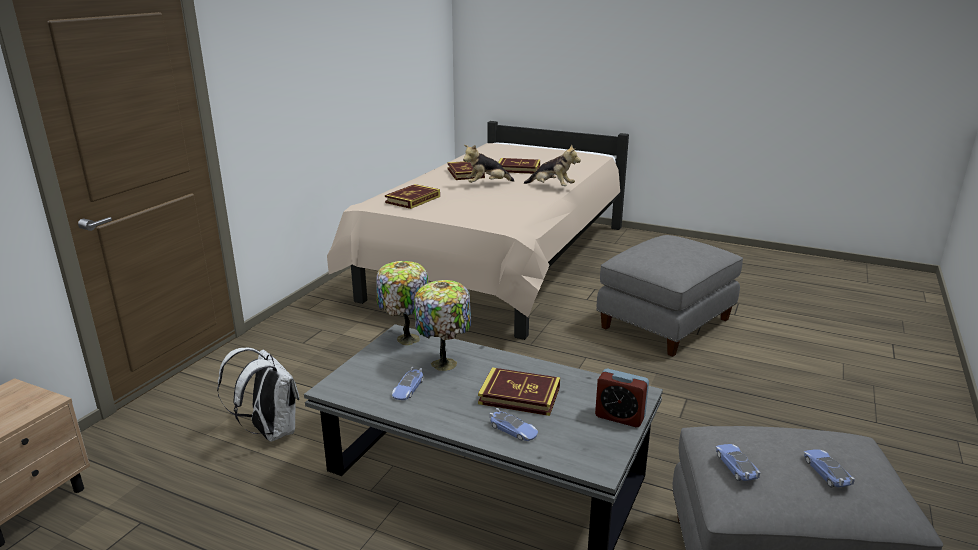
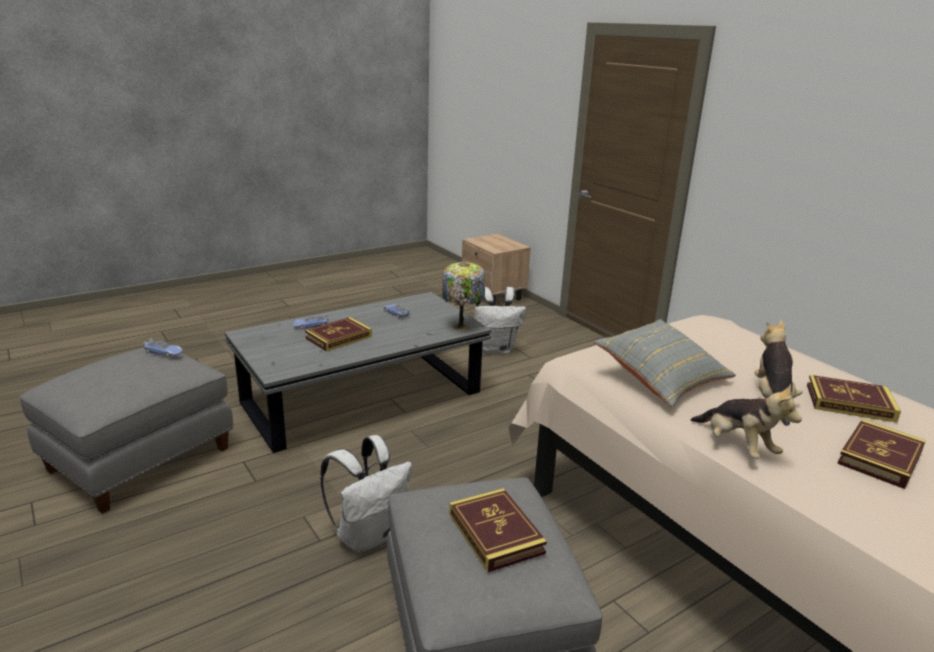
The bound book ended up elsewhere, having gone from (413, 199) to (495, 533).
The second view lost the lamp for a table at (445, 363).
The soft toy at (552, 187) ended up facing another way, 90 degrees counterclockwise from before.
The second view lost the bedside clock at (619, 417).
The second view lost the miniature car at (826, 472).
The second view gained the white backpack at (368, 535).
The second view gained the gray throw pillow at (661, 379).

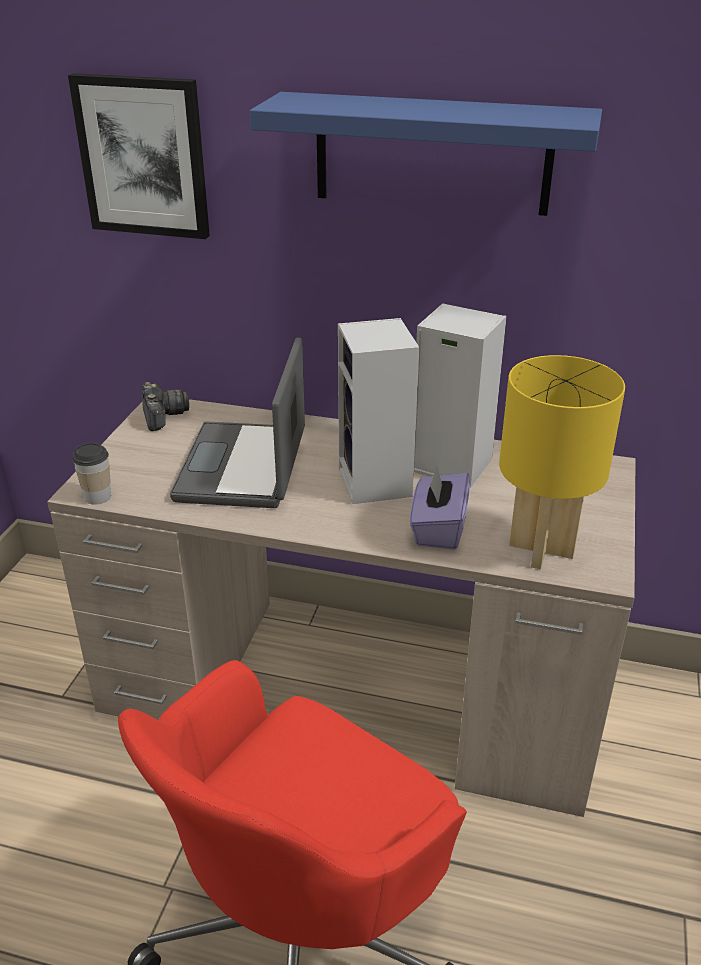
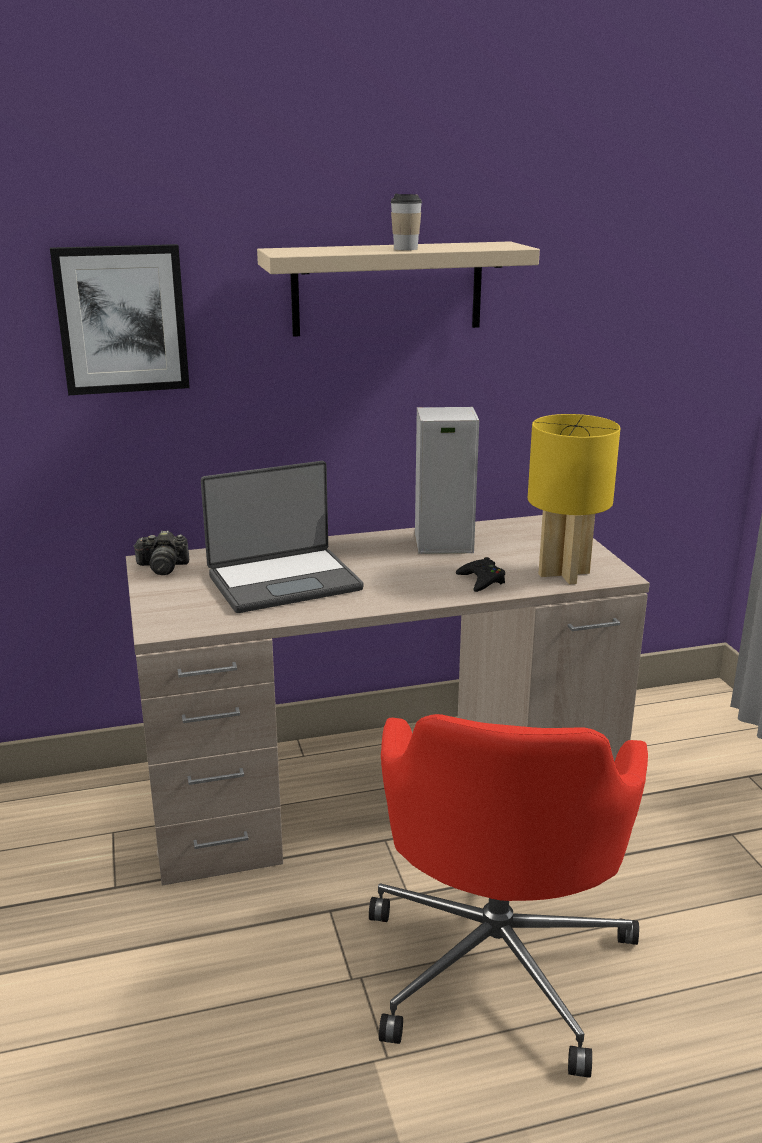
The cup ended up elsewhere, having gone from (98, 496) to (405, 248).
The still camera at (163, 416) ended up facing another way, 135 degrees clockwise from before.
The laptop at (245, 467) ended up facing another way, 90 degrees counterclockwise from before.
What was the blue bracket shelf at (432, 154) turned into the beige bracket shelf at (387, 288).
The second view lost the audio speaker at (377, 483).
Where the purple tissue holder stood at (438, 529), the blackish joypad came to stand at (481, 580).

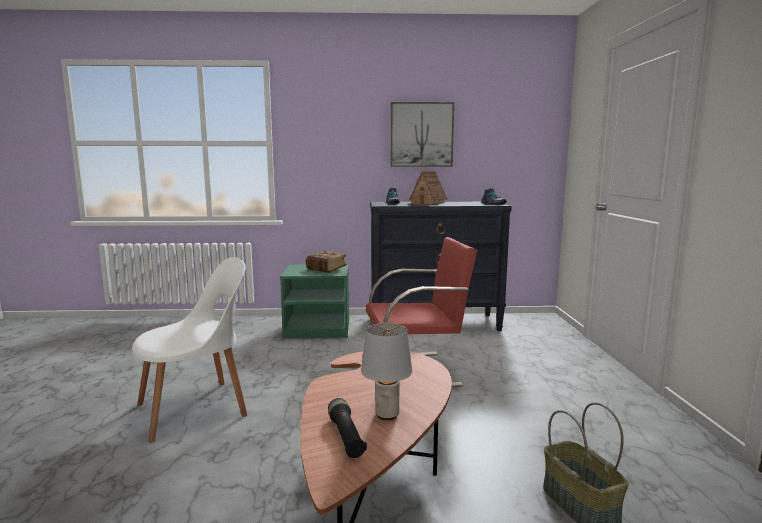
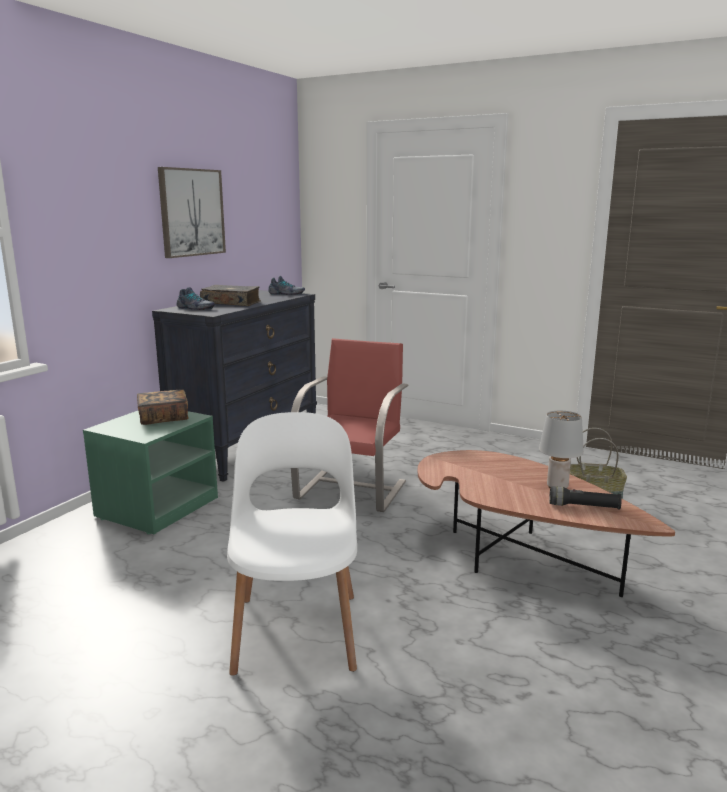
Where the toy house stood at (427, 203), the bound book came to stand at (231, 303).

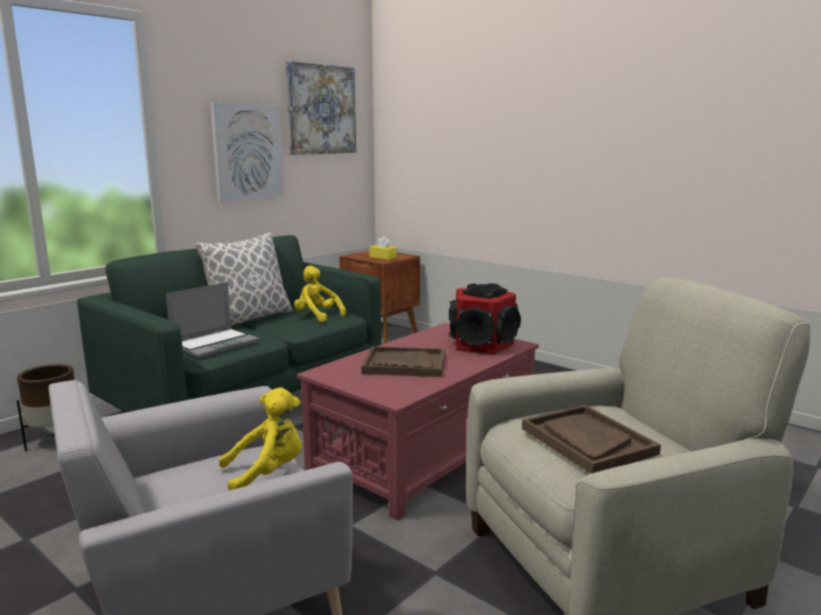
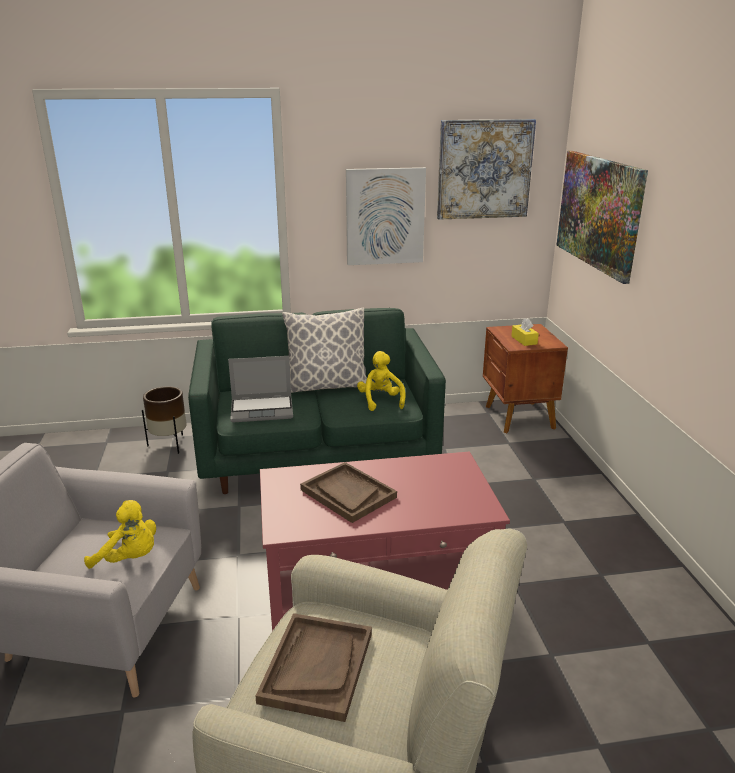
The second view lost the audio speaker at (481, 344).
The second view gained the wall art at (599, 212).

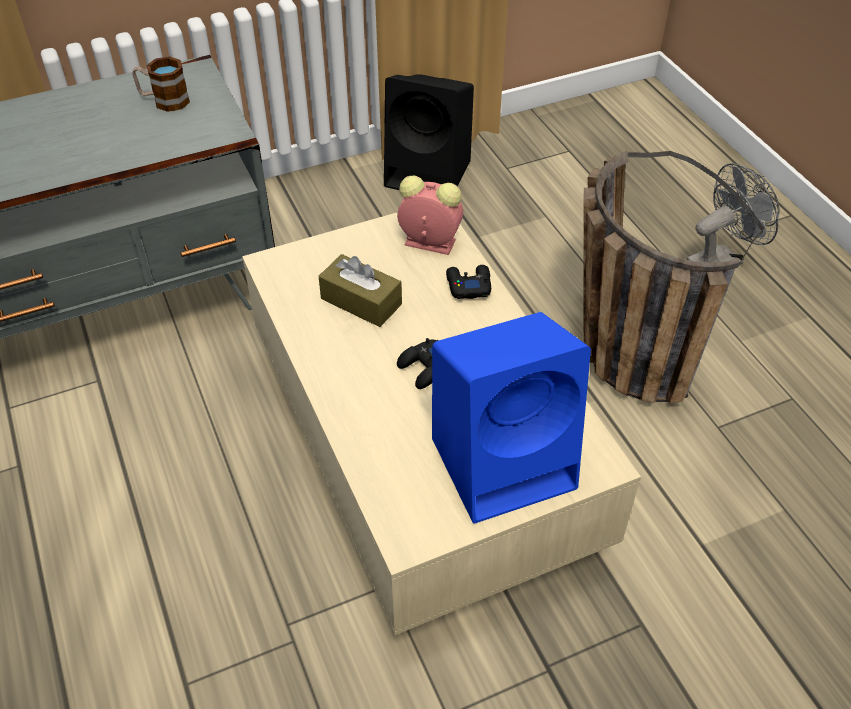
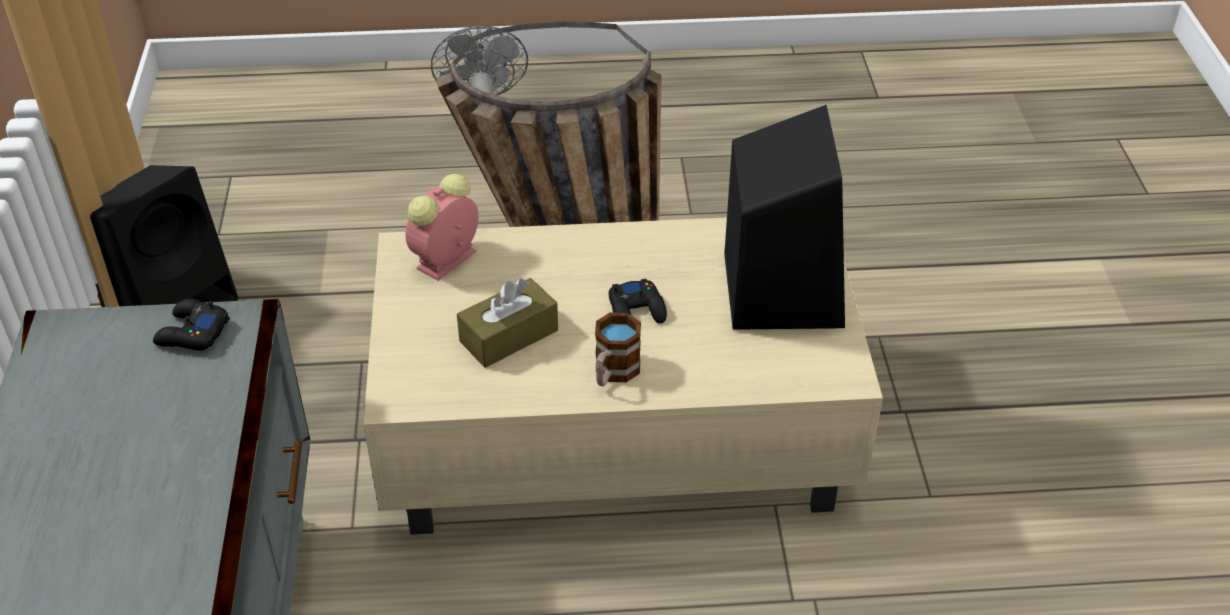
The coffee mug ended up elsewhere, having gone from (164, 101) to (613, 373).
What was the blue audio speaker at (506, 461) turned into the blackish audio speaker at (780, 287).
The blackish joypad ended up elsewhere, having gone from (468, 285) to (192, 333).

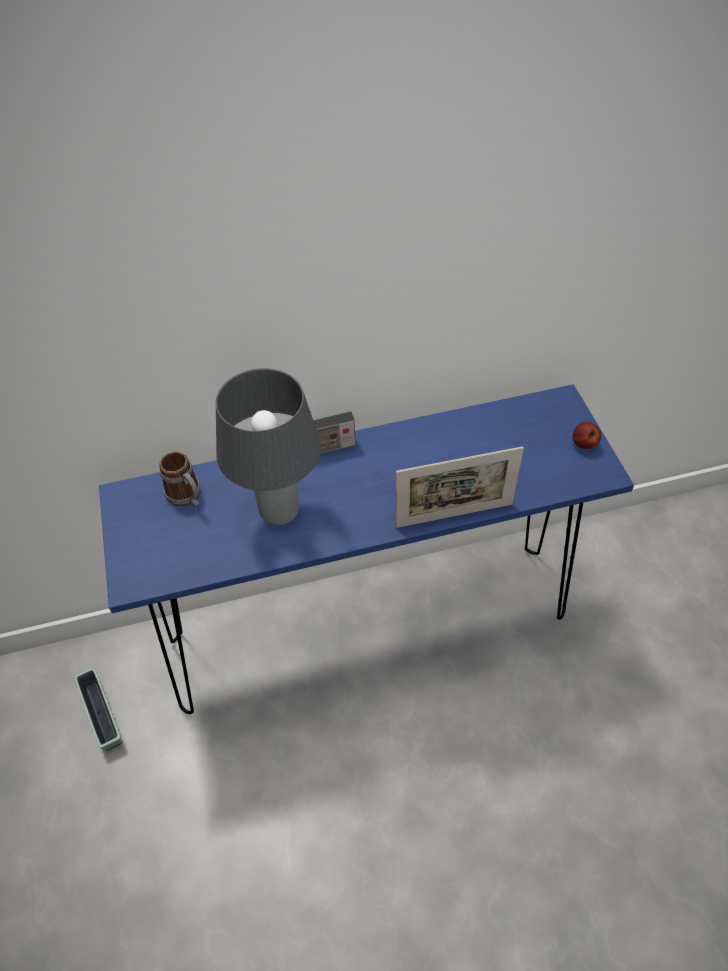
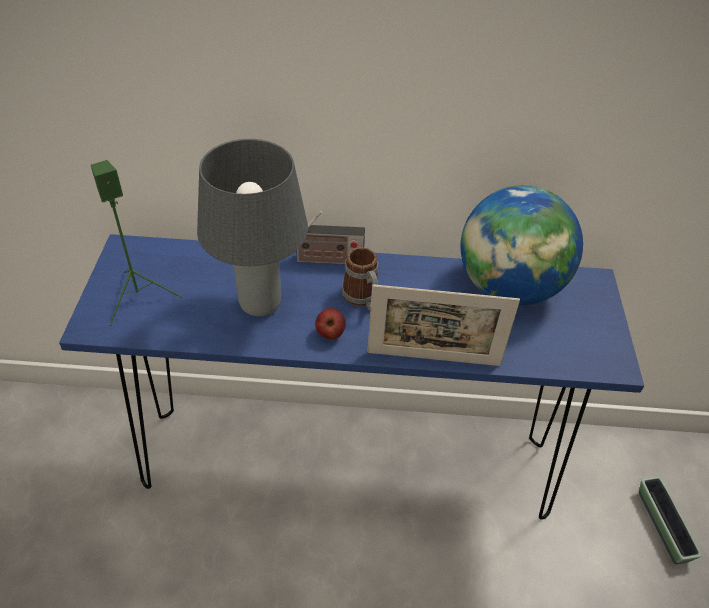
The flower pot ended up elsewhere, having gone from (102, 715) to (662, 526).
The coffee mug ended up elsewhere, having gone from (187, 497) to (363, 299).
The whole apple ended up elsewhere, having gone from (584, 444) to (330, 333).
The second view gained the greenish audio speaker at (140, 297).
The second view gained the desk globe at (509, 288).

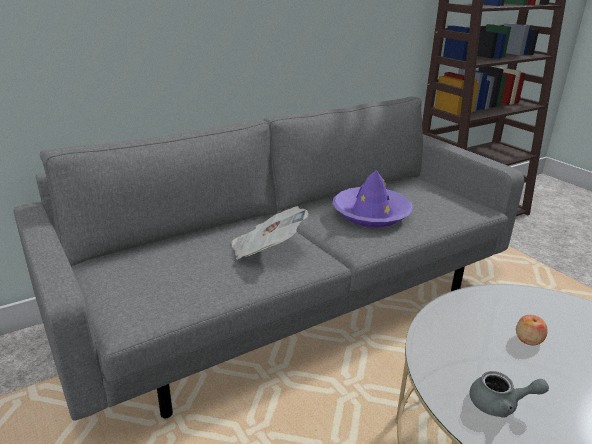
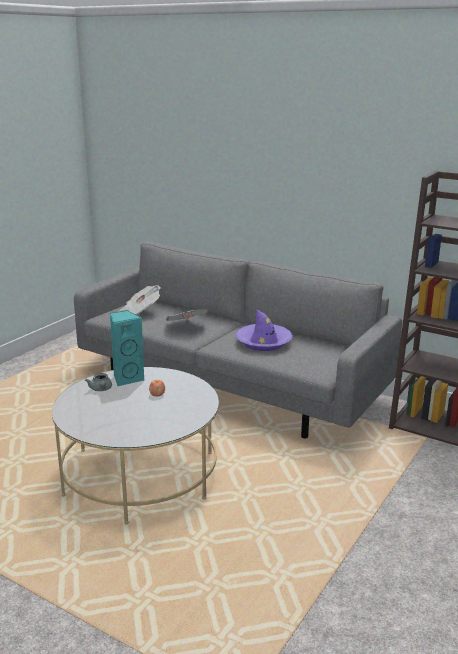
The second view gained the turquoise-coloured audio speaker at (127, 378).
The second view gained the printed paper at (139, 312).

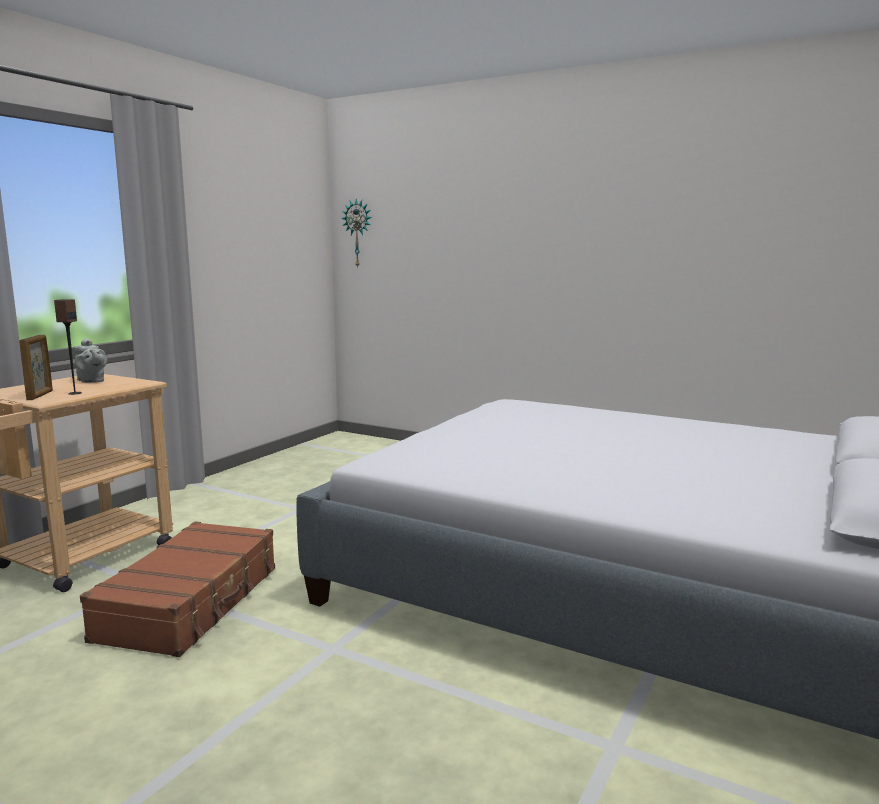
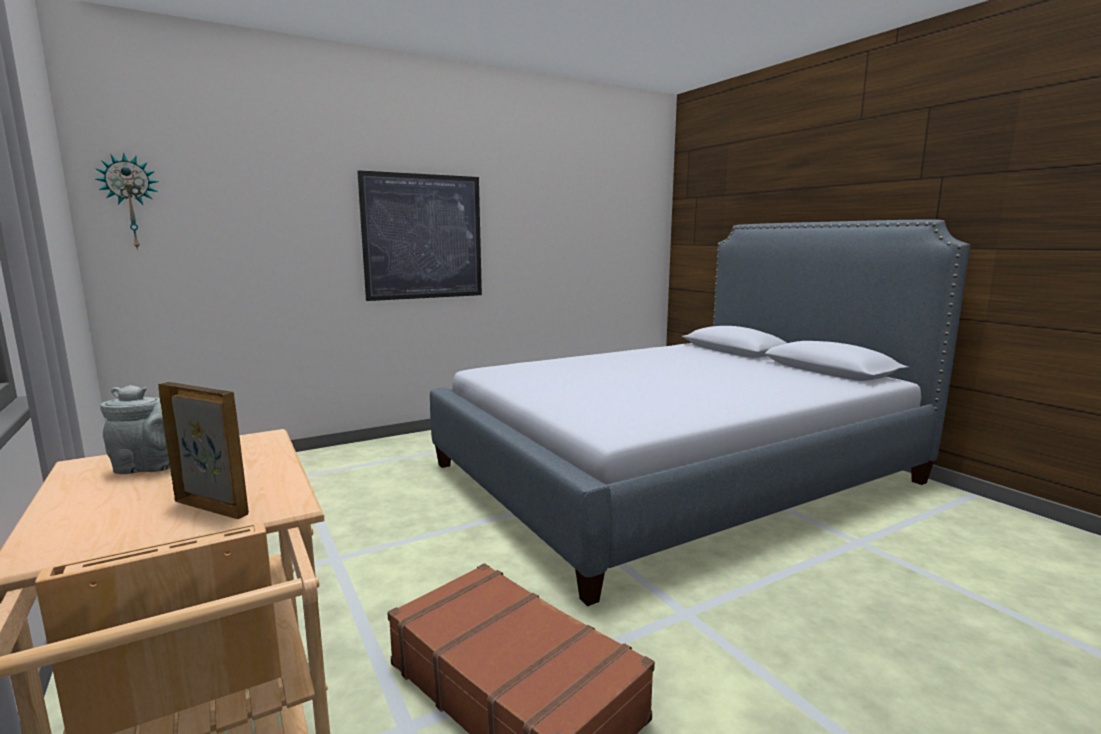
The second view lost the audio speaker at (74, 393).
The second view gained the wall art at (423, 237).

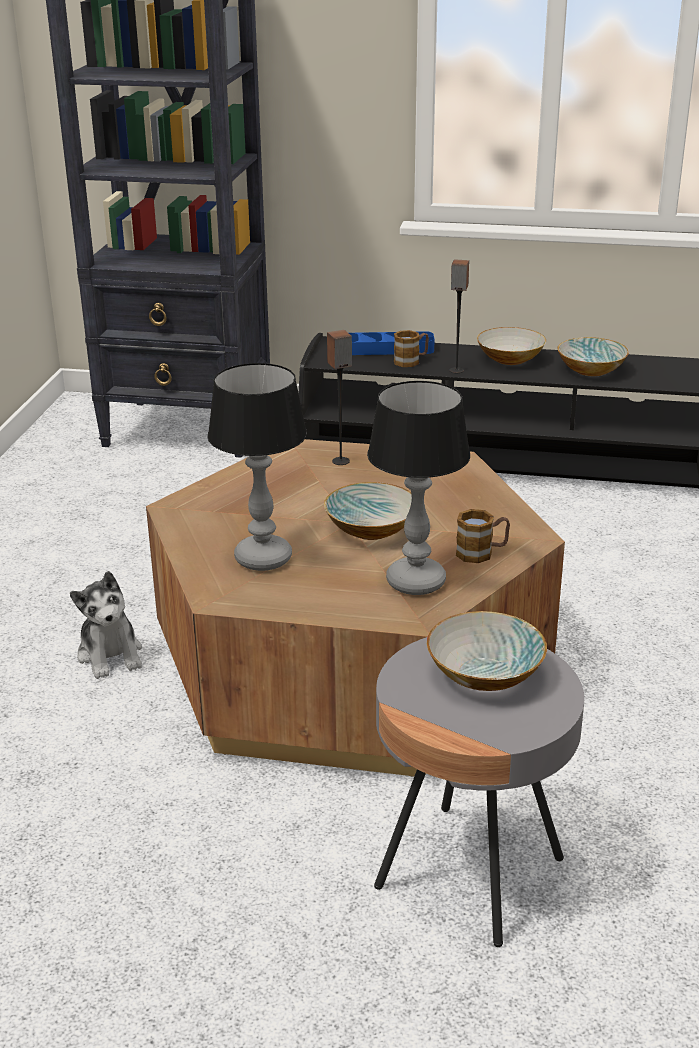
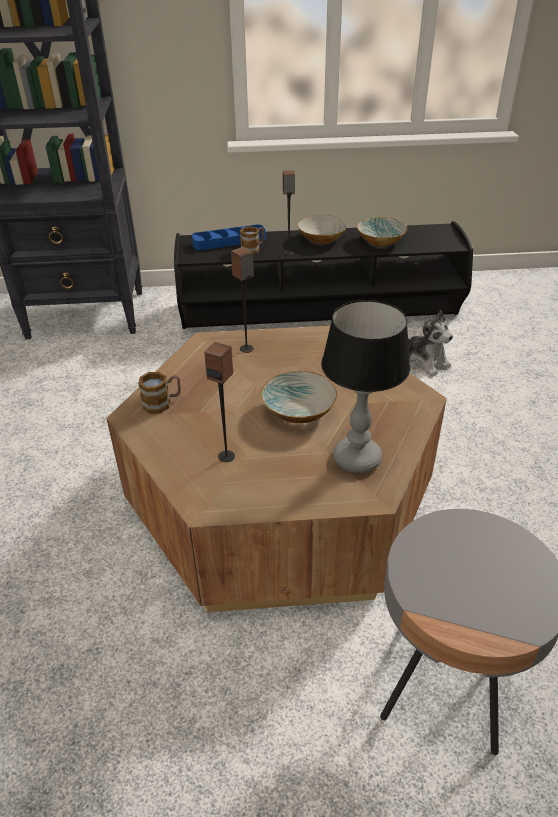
The soft toy ended up elsewhere, having gone from (111, 655) to (425, 362).
Where the lamp for a table stood at (264, 558), the audio speaker came to stand at (226, 456).
The second view lost the serving bowl at (485, 675).
The coffee mug ended up elsewhere, having gone from (482, 553) to (162, 403).

